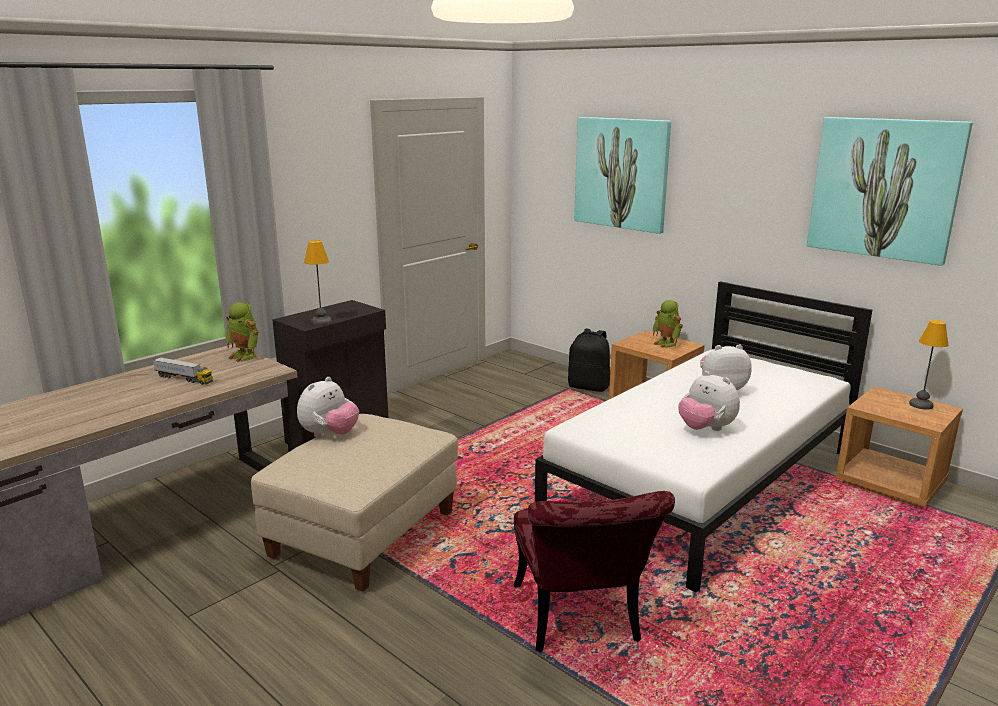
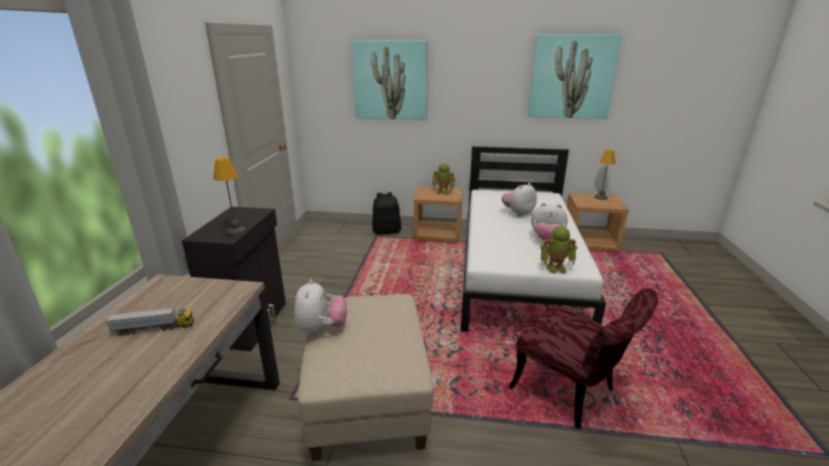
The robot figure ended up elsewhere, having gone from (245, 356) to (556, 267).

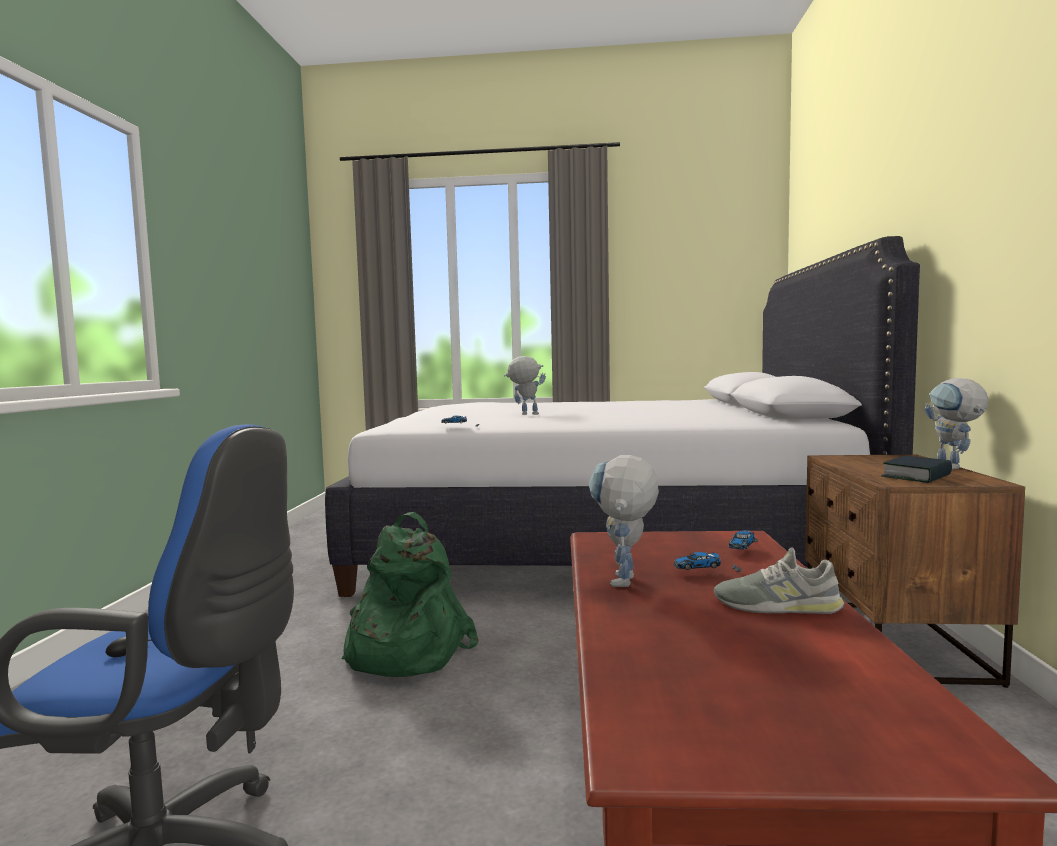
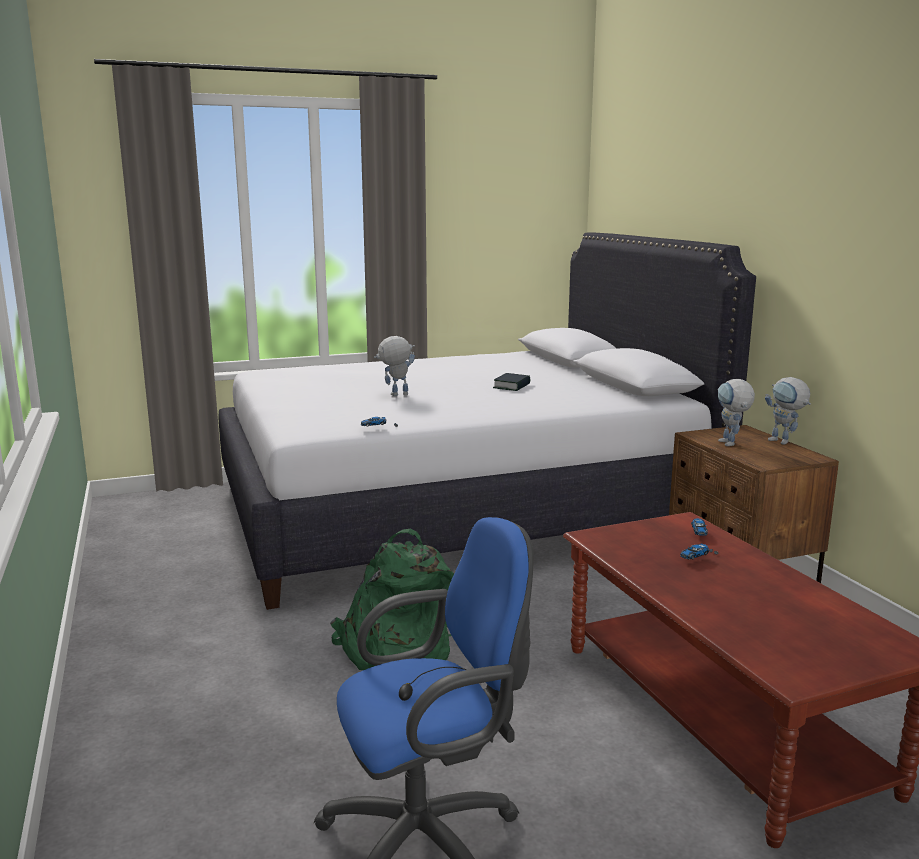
The robot figure ended up elsewhere, having gone from (625, 585) to (731, 445).
The second view lost the gray item of footwear at (777, 605).
The bound book ended up elsewhere, having gone from (917, 476) to (512, 386).

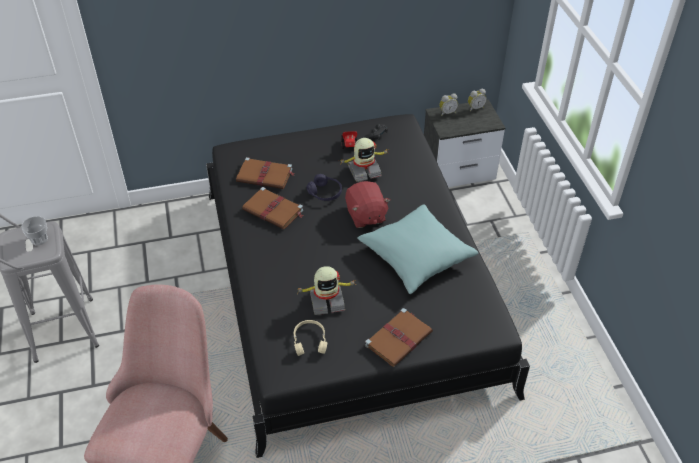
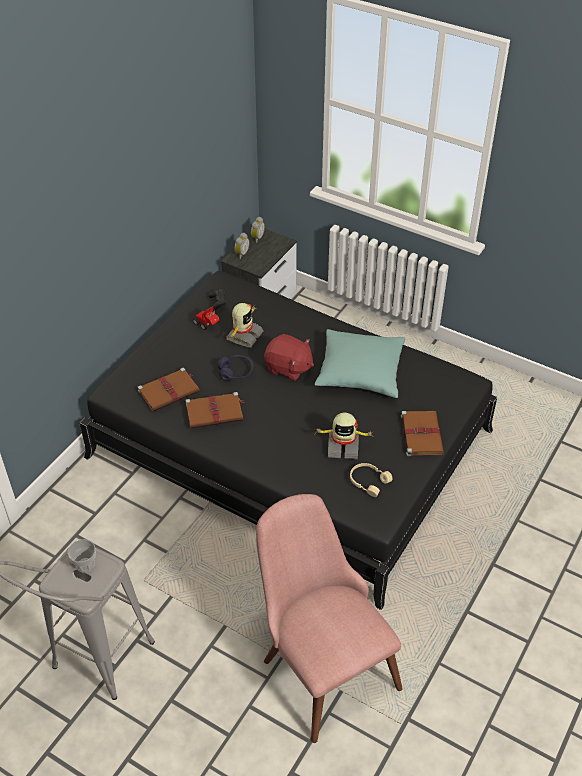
The robot figure at (326, 300) ended up facing another way, 60 degrees clockwise from before.

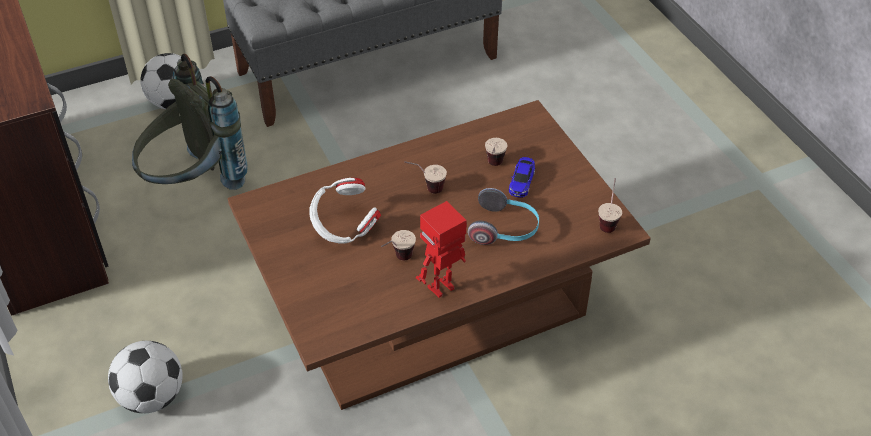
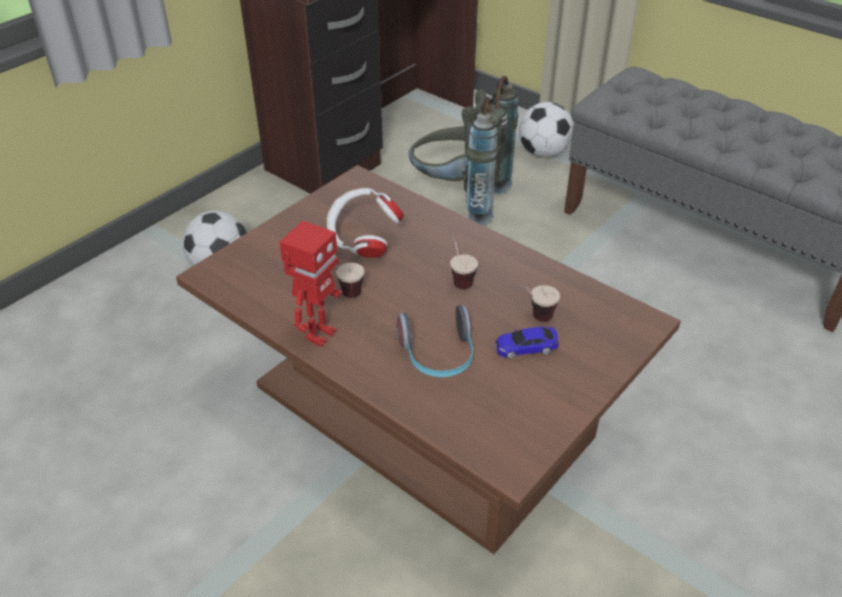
The robot figure at (442, 288) ended up facing another way, 90 degrees clockwise from before.
The second view lost the cup at (608, 220).

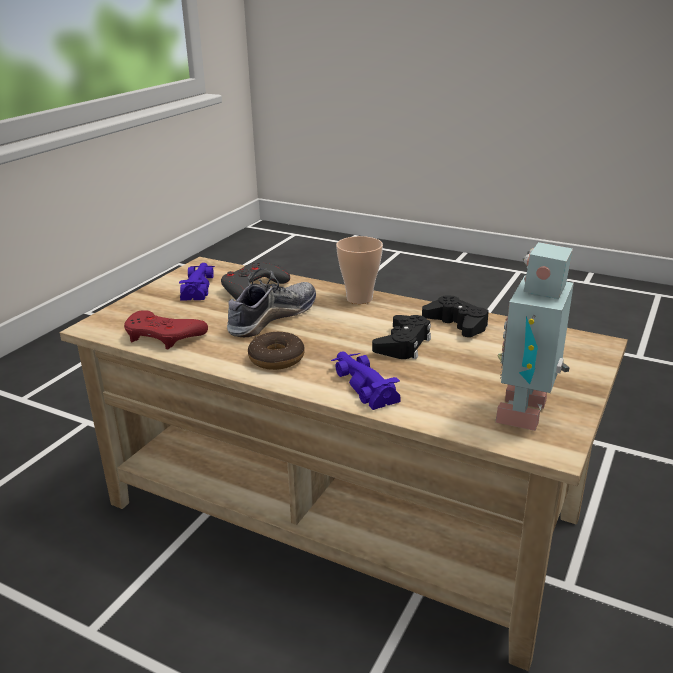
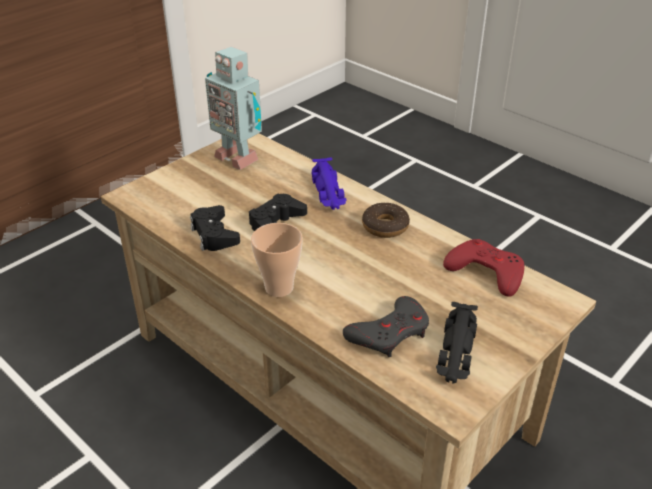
What was the purple miniature car at (198, 286) turned into the blackish miniature car at (456, 352).
The second view lost the item of footwear at (272, 318).
The robot figure at (528, 412) ended up facing another way, 90 degrees clockwise from before.

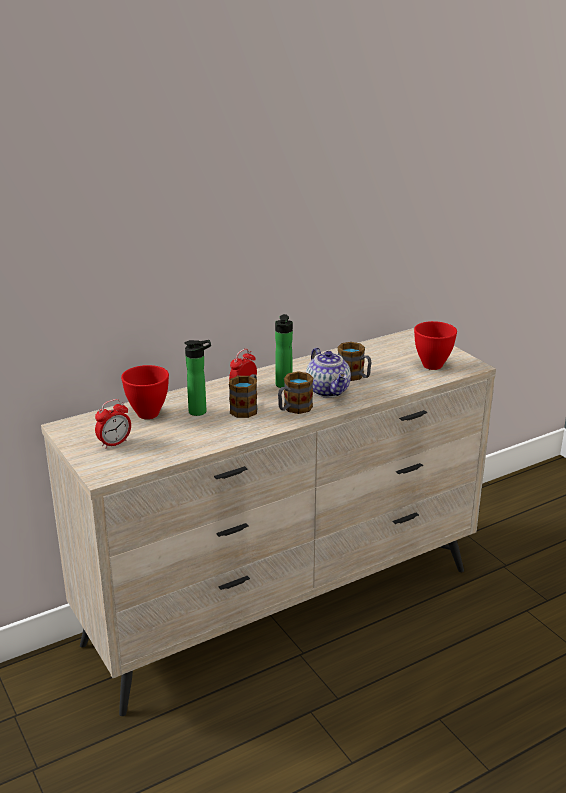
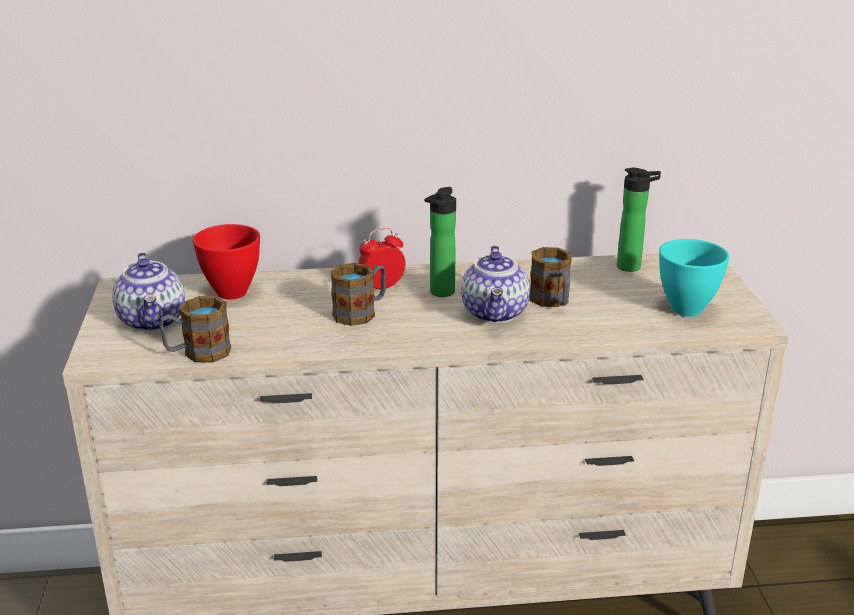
Where the bedside clock stood at (114, 443), the teapot came to stand at (153, 320).
The bottle ended up elsewhere, having gone from (200, 411) to (632, 267).
The coffee mug ended up elsewhere, having gone from (293, 409) to (197, 353).
What was the reddish serving bowl at (432, 366) turned into the turquoise-coloured serving bowl at (685, 310).

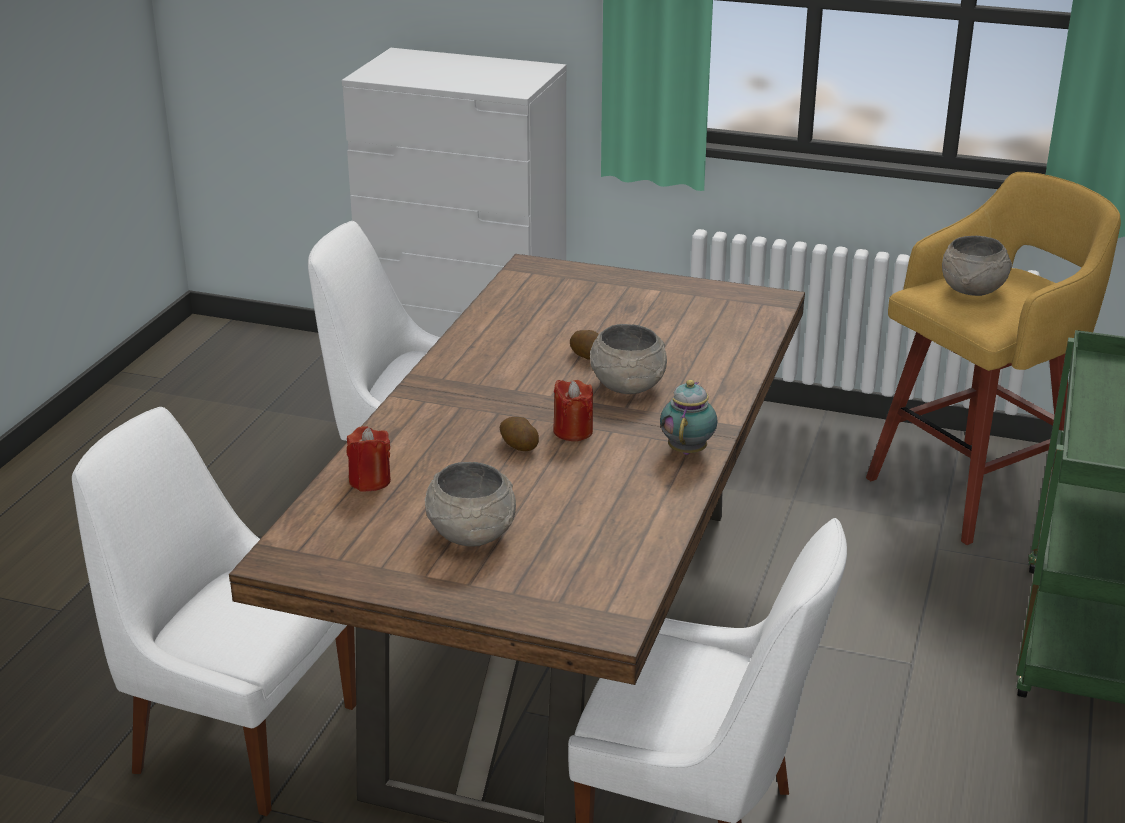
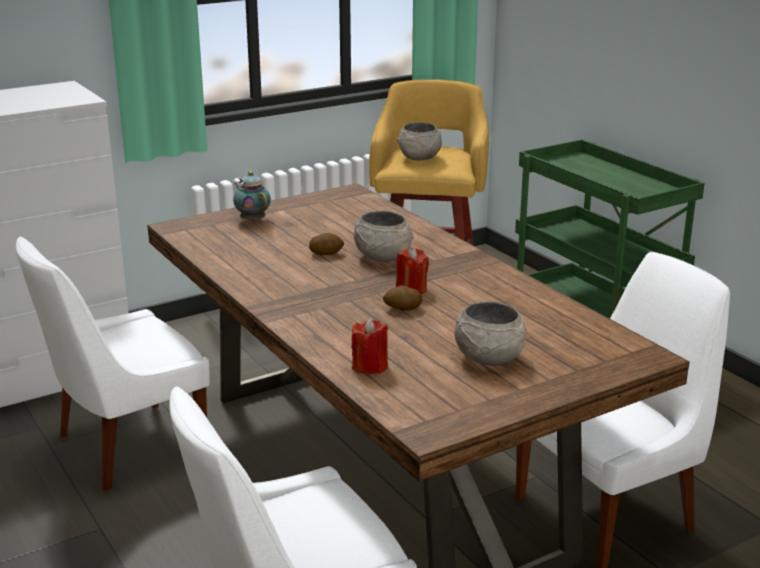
The teapot ended up elsewhere, having gone from (688, 449) to (252, 220).

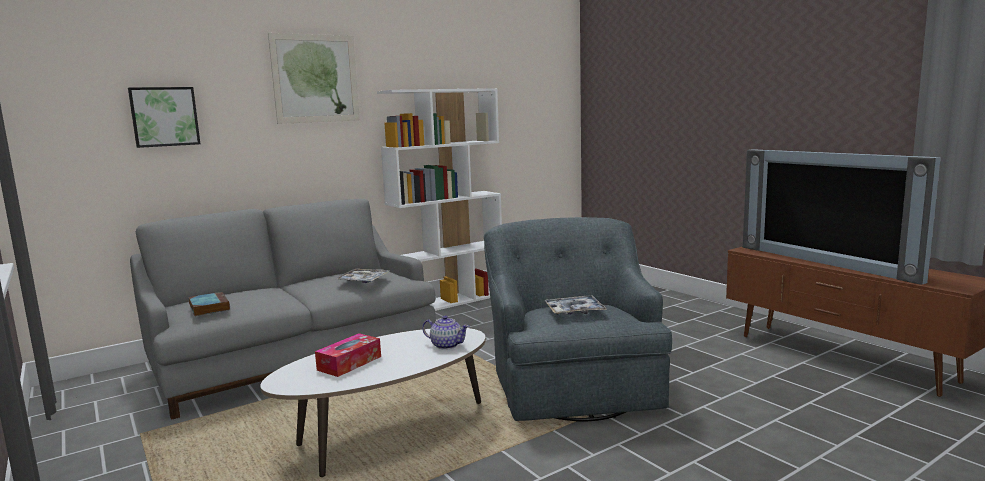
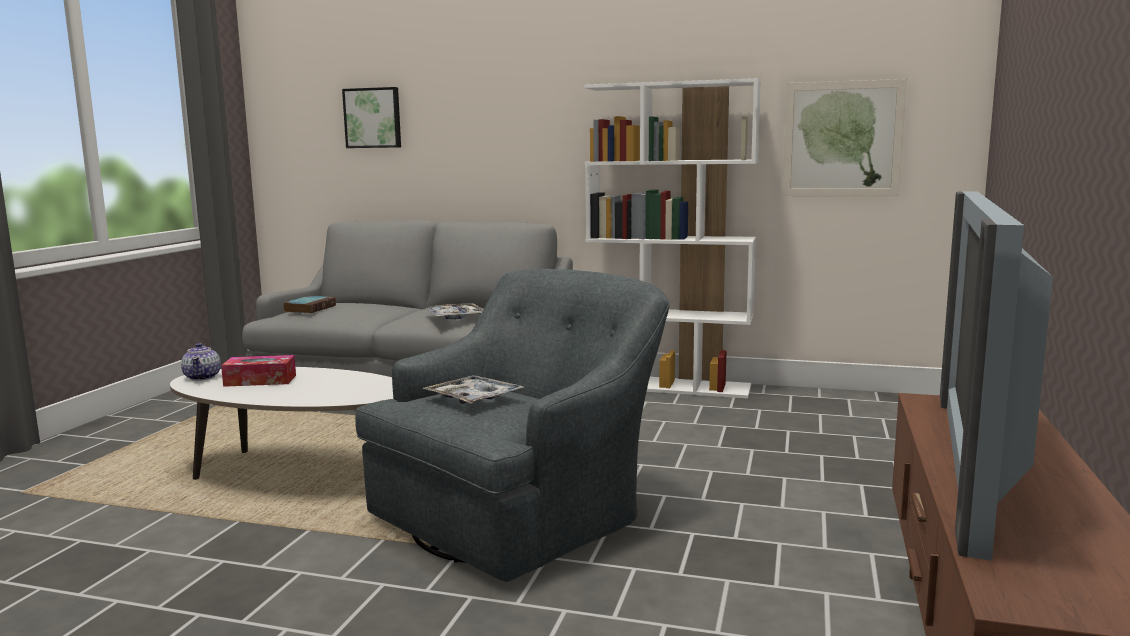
The wall art ended up elsewhere, having gone from (315, 78) to (842, 139).
The teapot ended up elsewhere, having gone from (446, 345) to (203, 377).

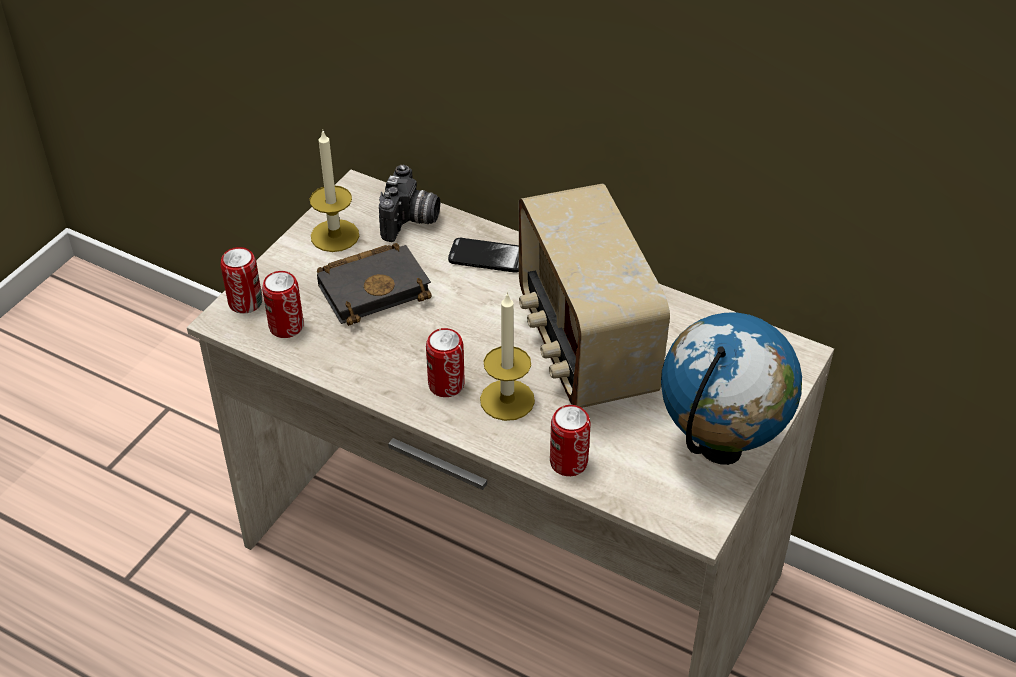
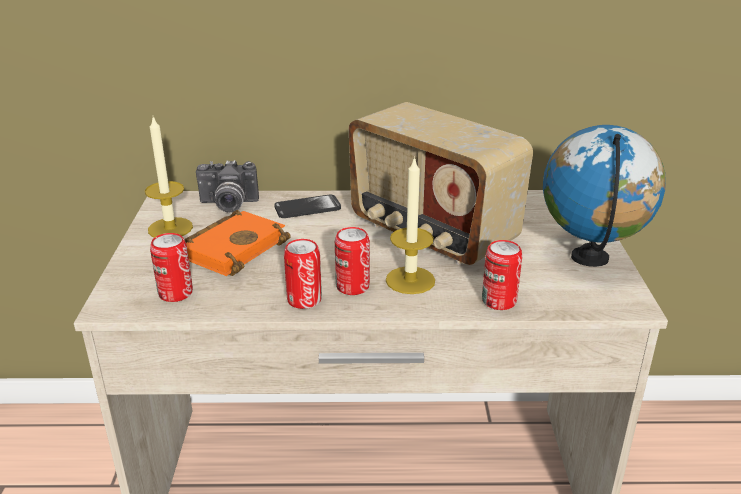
The can ended up elsewhere, having gone from (245, 303) to (304, 300).
What was the blackish bound book at (375, 287) turned into the orange-coloured bound book at (234, 248).
The still camera at (411, 222) ended up facing another way, 105 degrees clockwise from before.

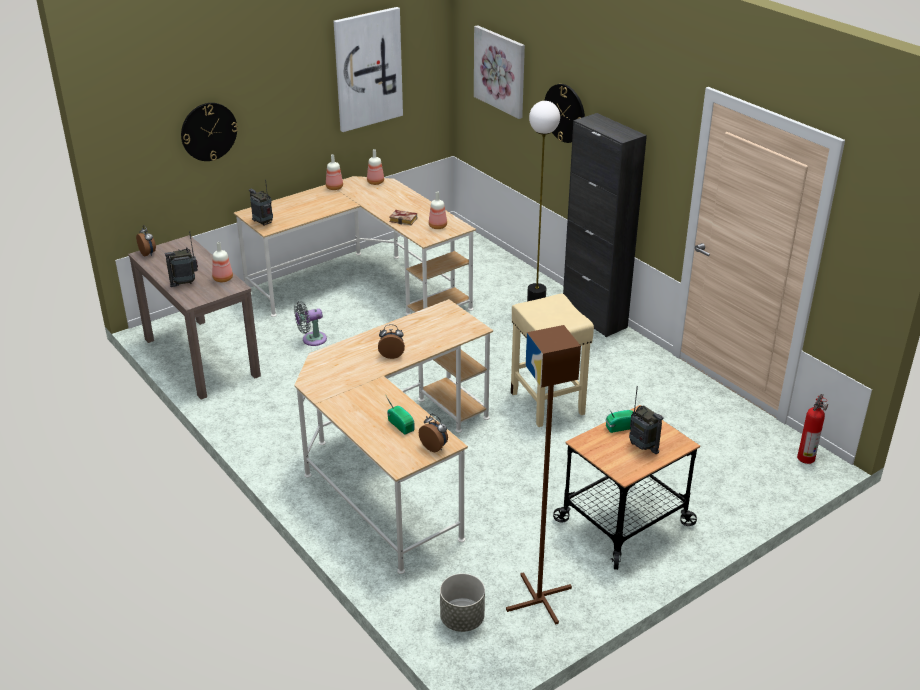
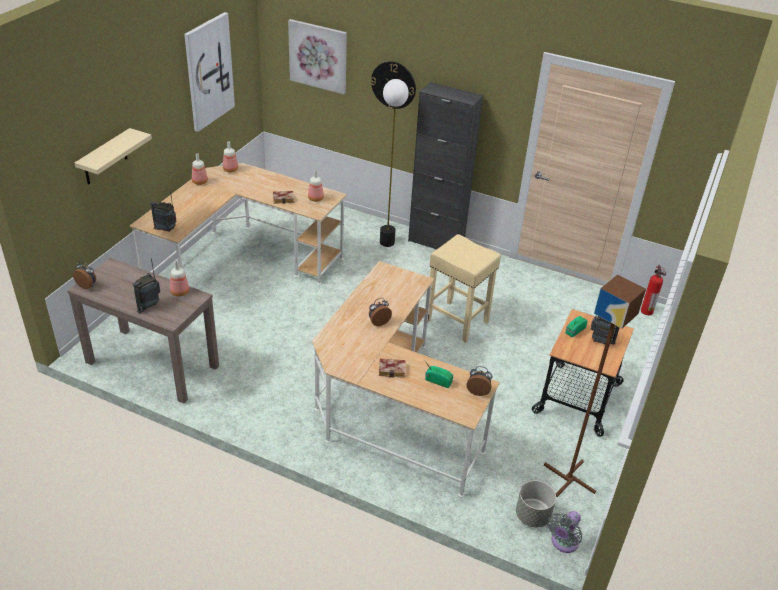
Where the wall clock hung at (208, 131), the beige bracket shelf came to hang at (105, 157).
The gray electric fan ended up elsewhere, having gone from (311, 339) to (563, 543).
The second view gained the bound book at (393, 369).

